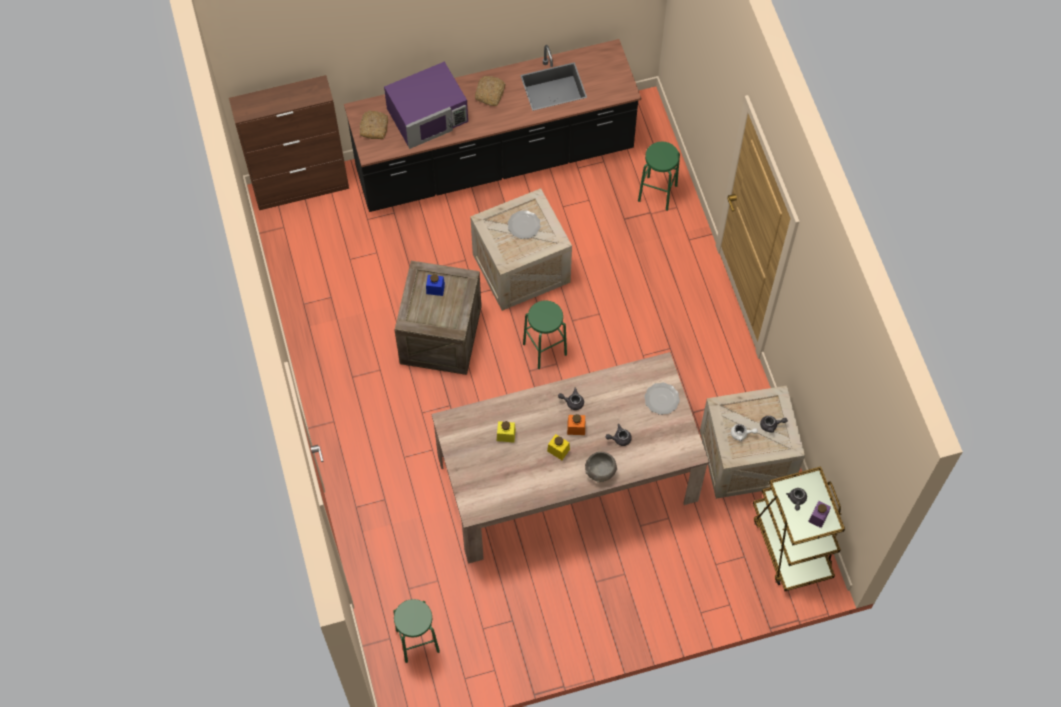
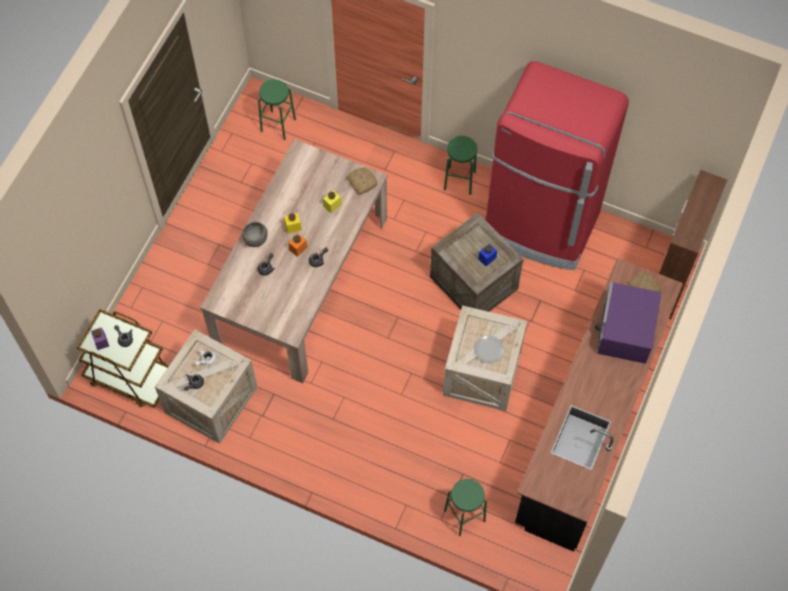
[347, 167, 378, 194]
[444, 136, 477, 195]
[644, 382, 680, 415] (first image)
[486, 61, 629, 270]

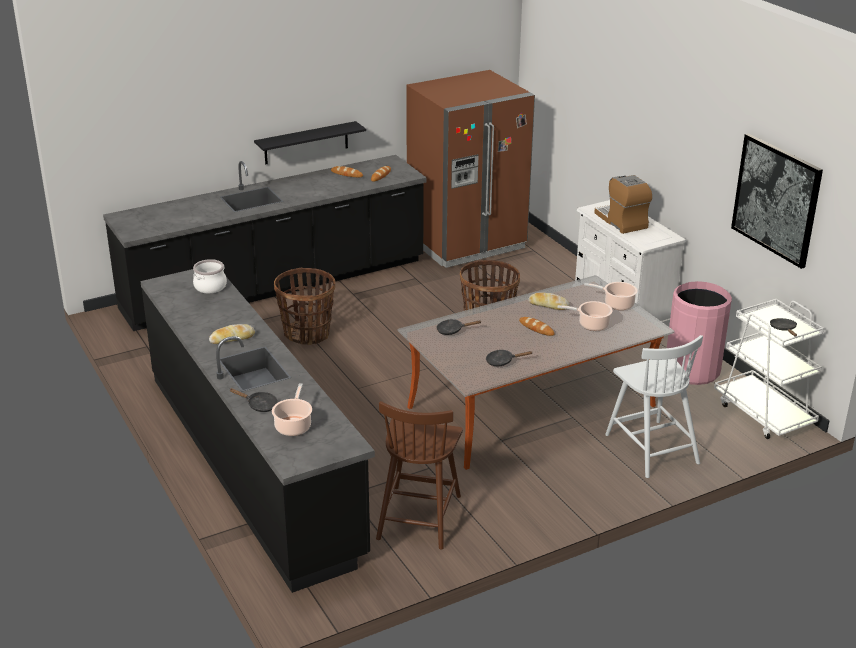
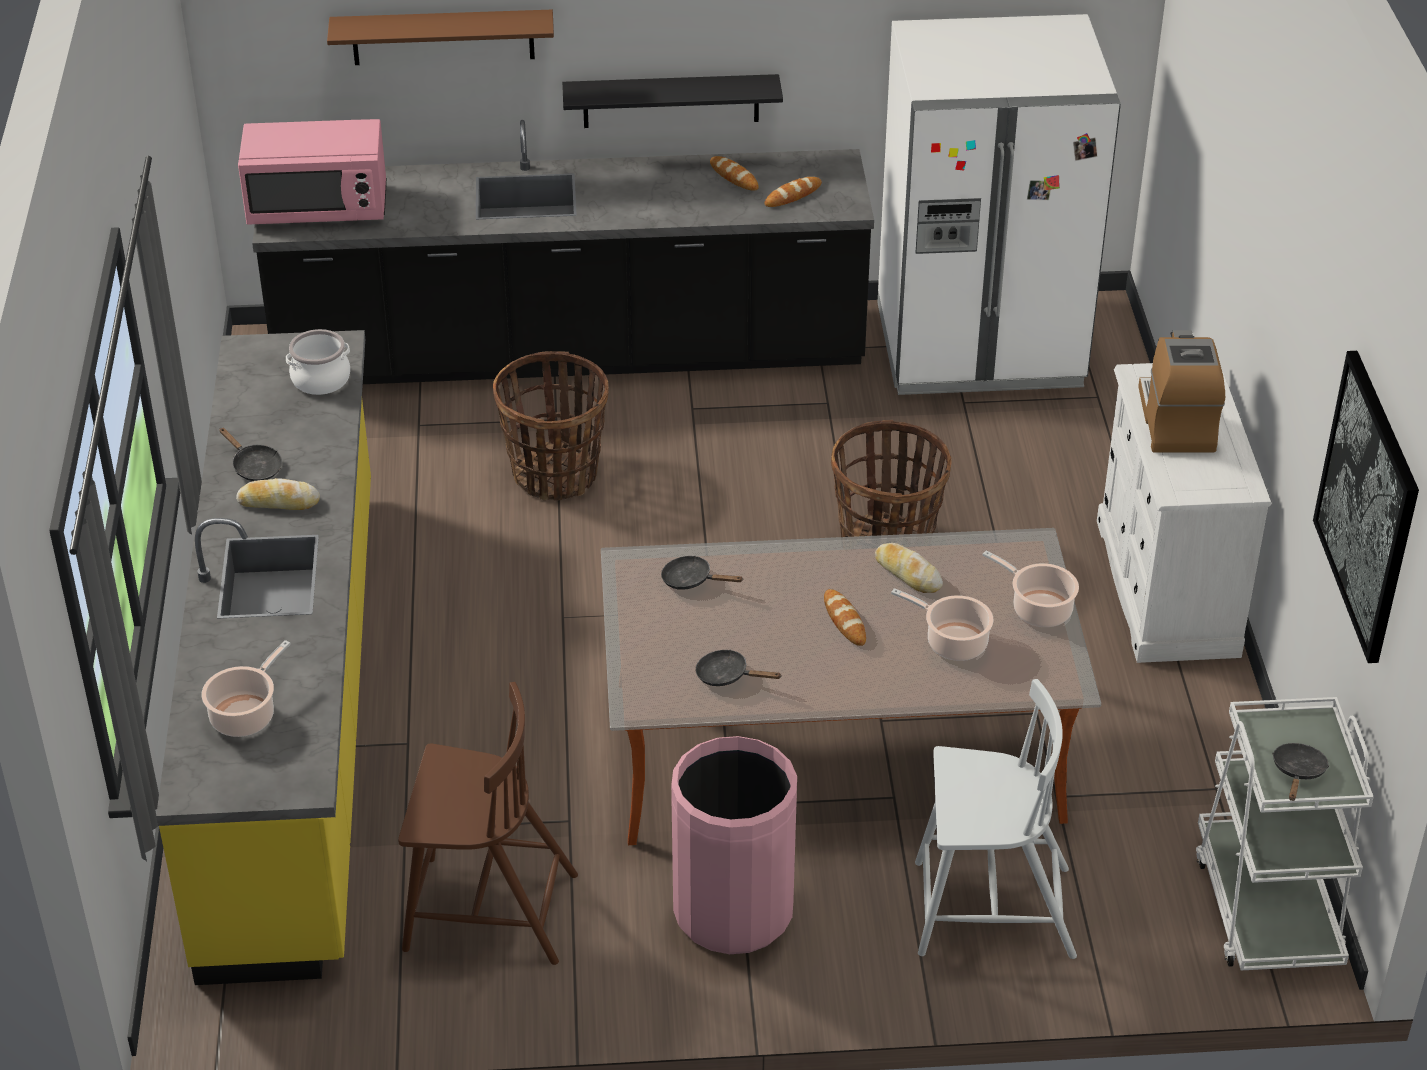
[877, 14, 1121, 395]
[156, 330, 371, 985]
[671, 736, 797, 954]
[915, 679, 1077, 959]
[219, 428, 282, 481]
[398, 682, 578, 965]
[327, 10, 554, 65]
[238, 119, 387, 225]

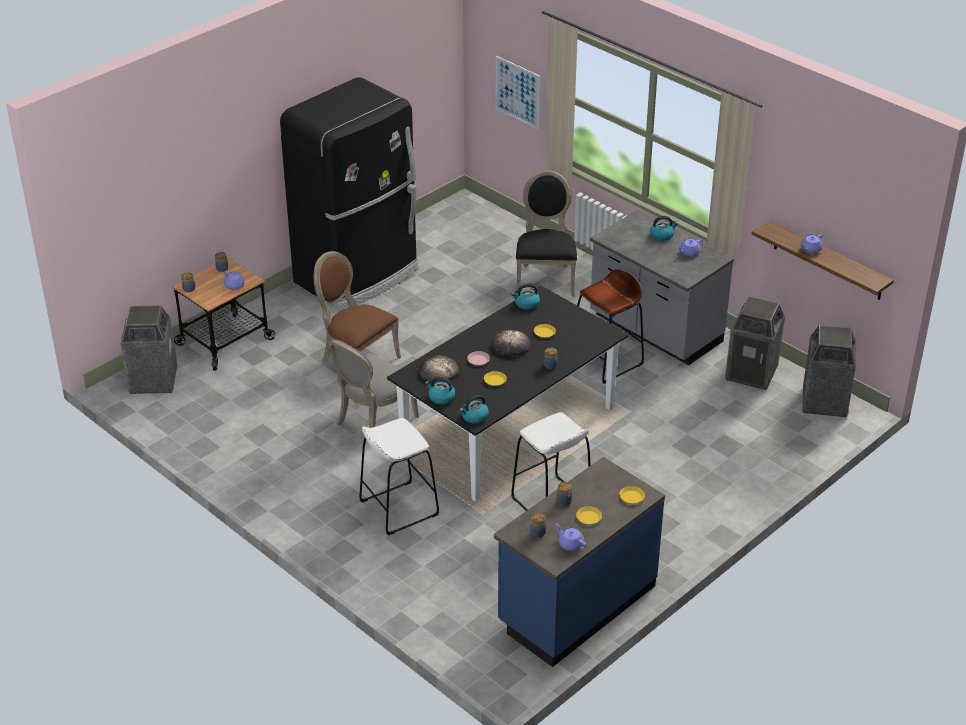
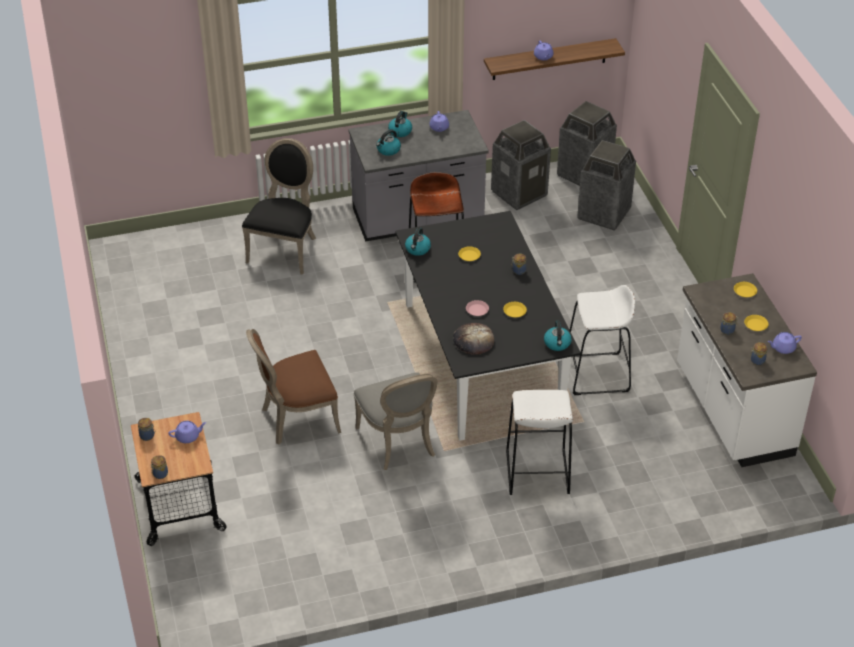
[496, 56, 540, 129] (first image)
[280, 77, 418, 311] (first image)
[242, 138, 316, 275]
[577, 140, 636, 231]
[491, 330, 531, 356] (first image)
[376, 129, 401, 156]
[677, 273, 817, 467]

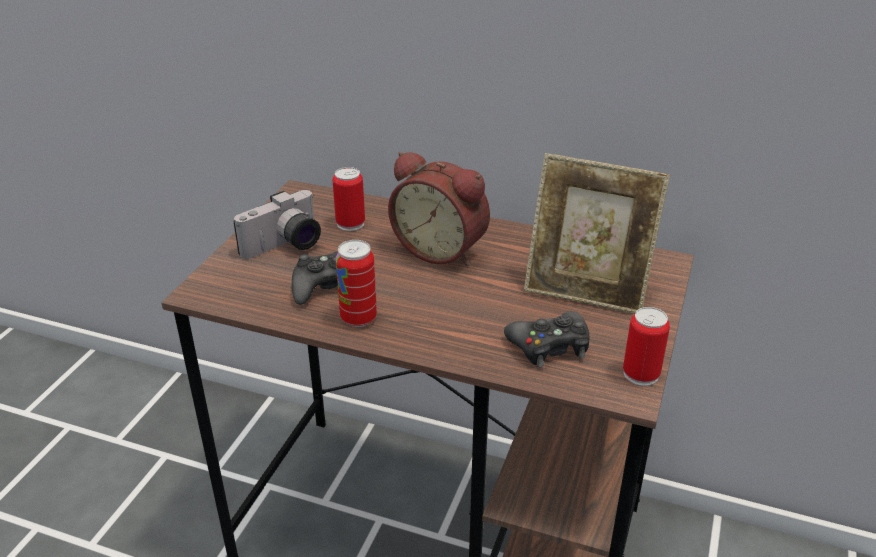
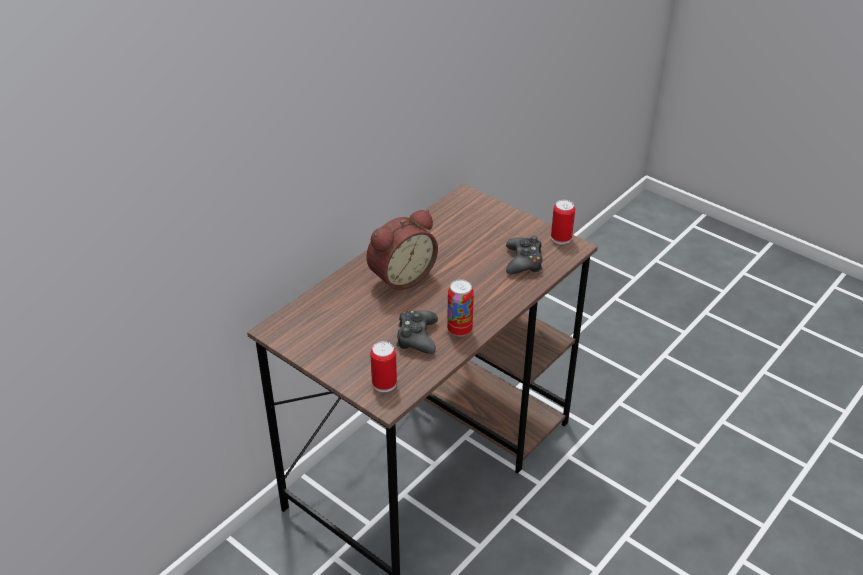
[524, 153, 670, 314] (first image)
[370, 341, 397, 392]
[233, 190, 321, 259] (first image)

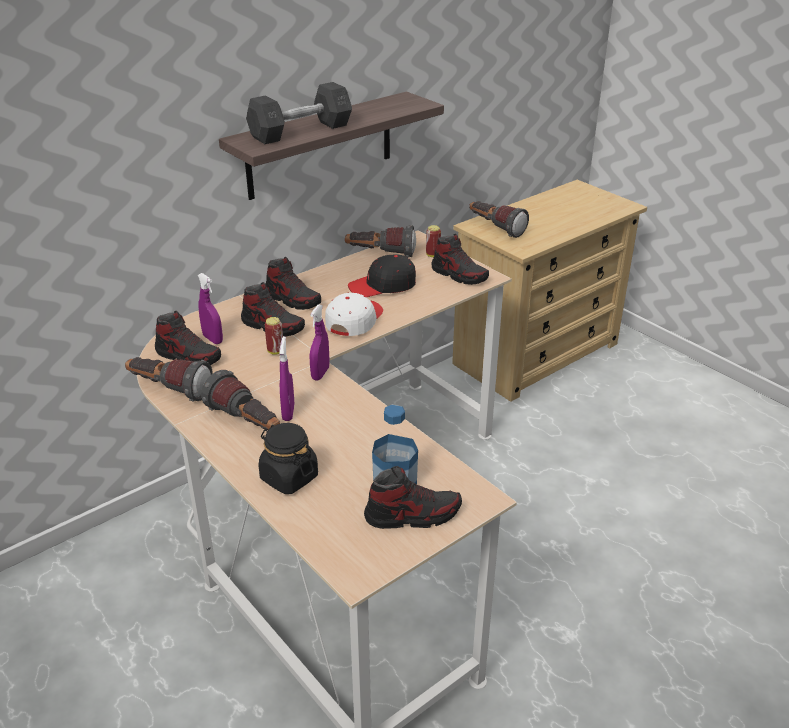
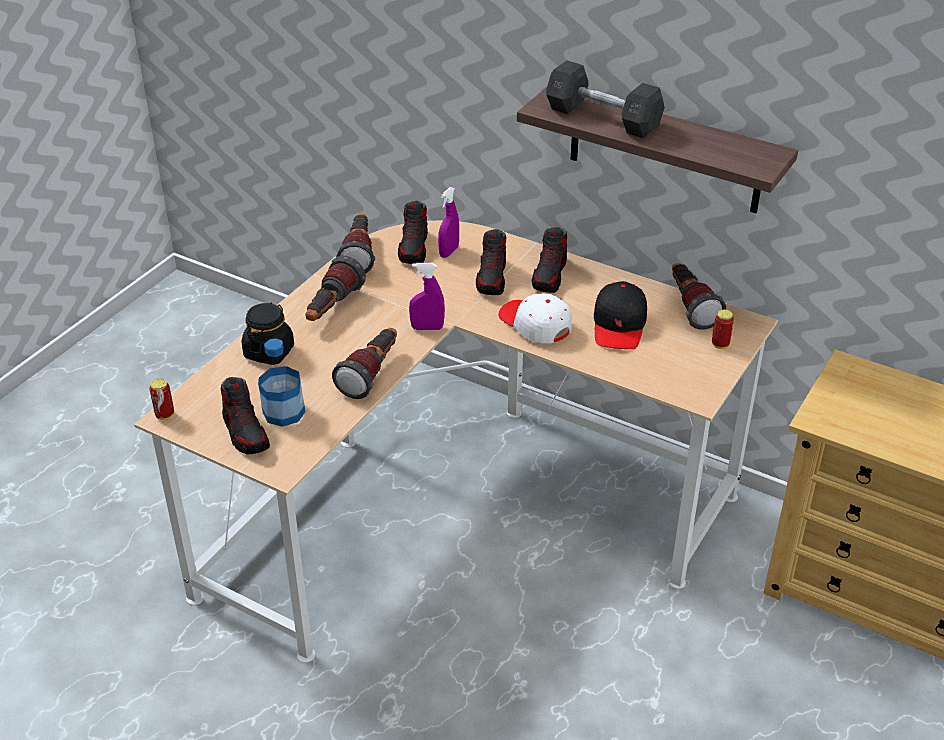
[332, 328, 397, 399]
[432, 234, 489, 285] (first image)
[594, 281, 647, 349]
[498, 293, 572, 343]
[149, 379, 174, 420]
[279, 336, 294, 421] (first image)

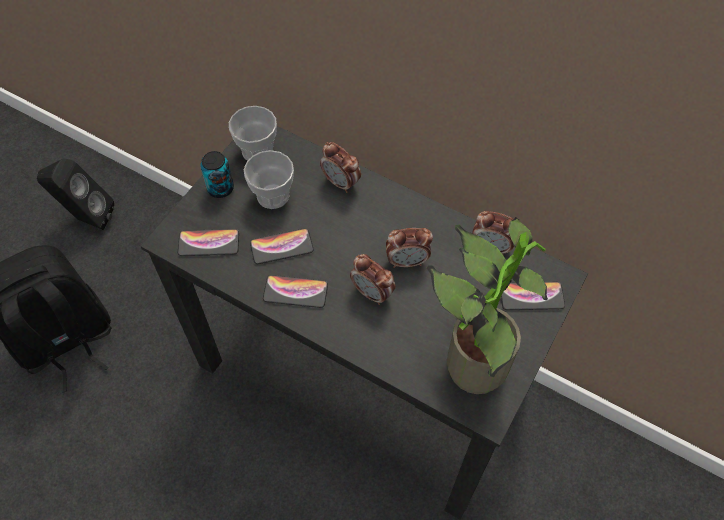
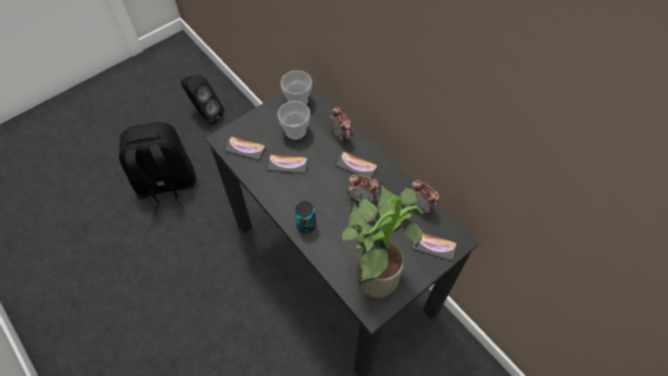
[295, 201, 316, 233]
[350, 254, 396, 305] (first image)
[336, 152, 378, 178]

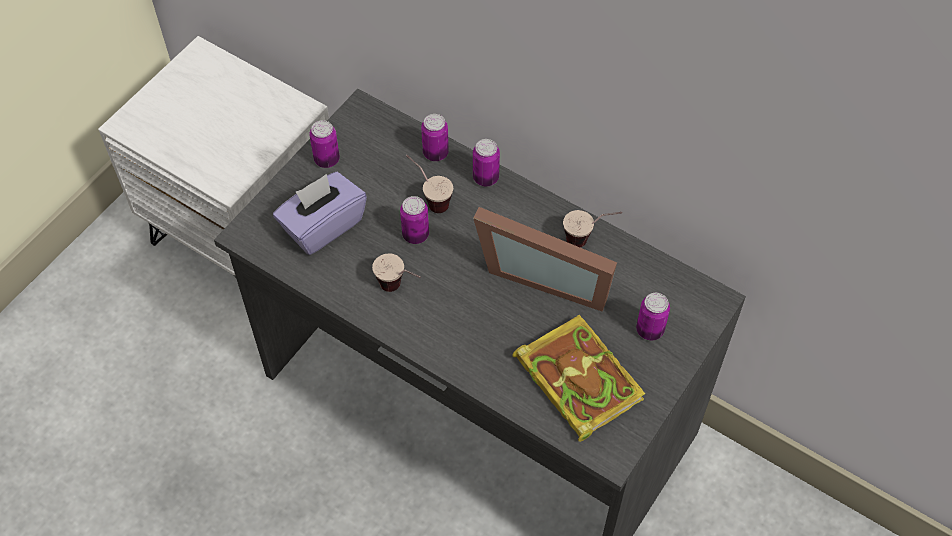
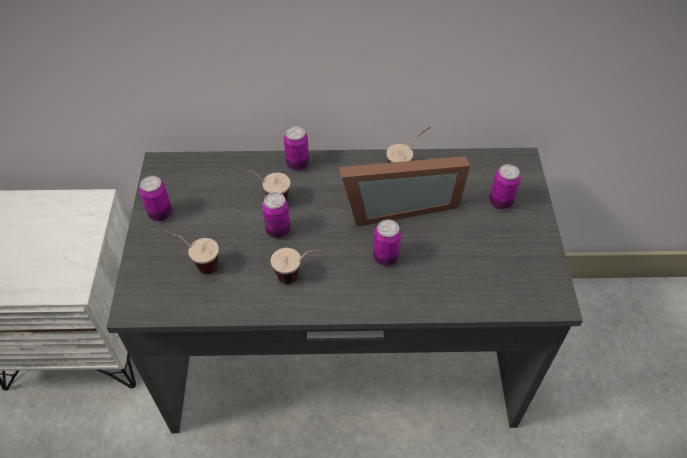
[373, 220, 401, 266]
[162, 229, 219, 274]
[512, 315, 645, 442] (first image)

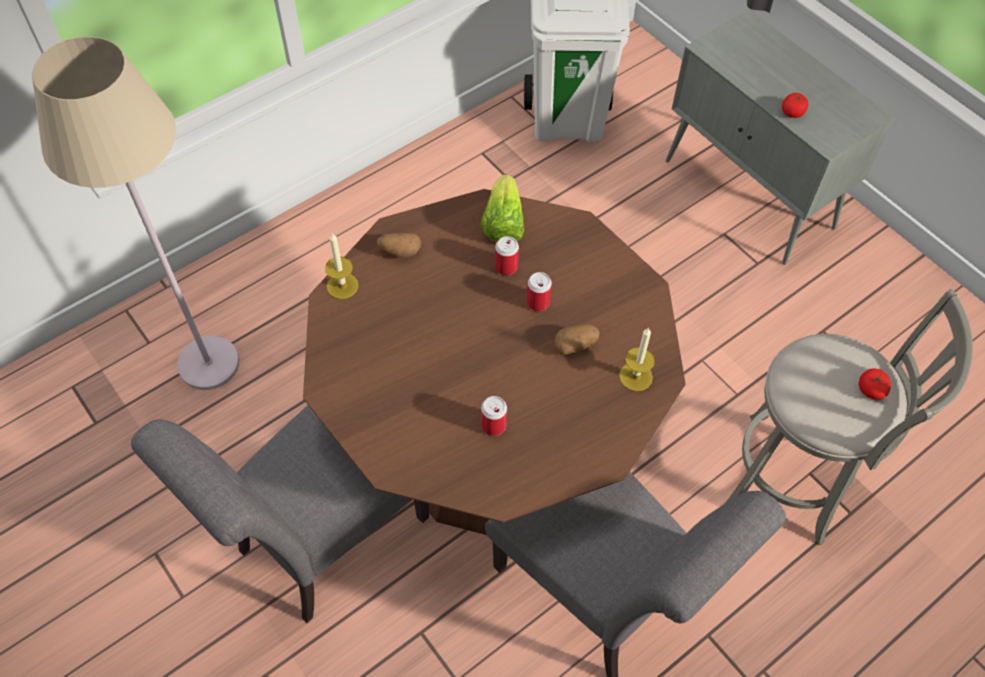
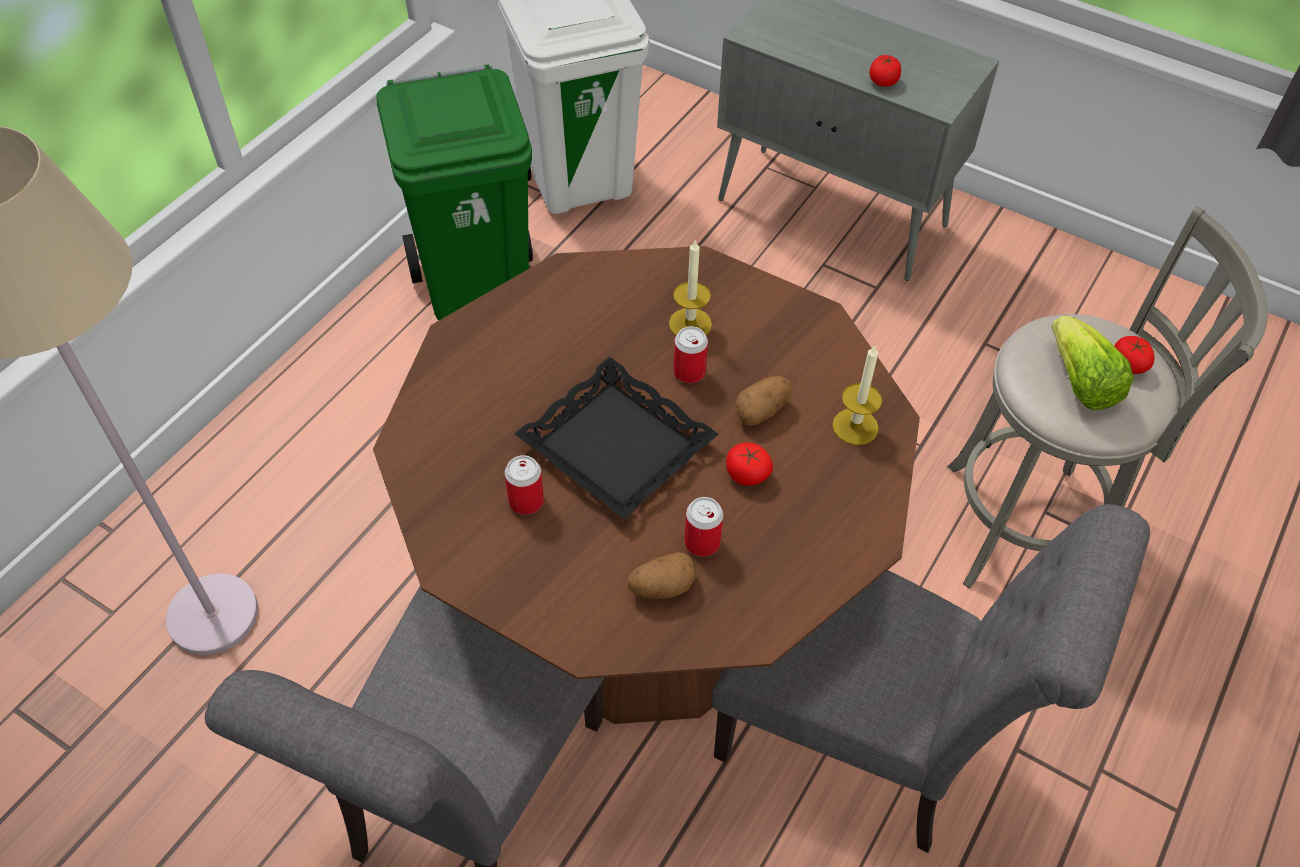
[1052, 315, 1134, 410]
[669, 240, 712, 335]
[628, 552, 696, 599]
[505, 455, 544, 515]
[376, 64, 533, 320]
[514, 357, 718, 519]
[726, 443, 773, 486]

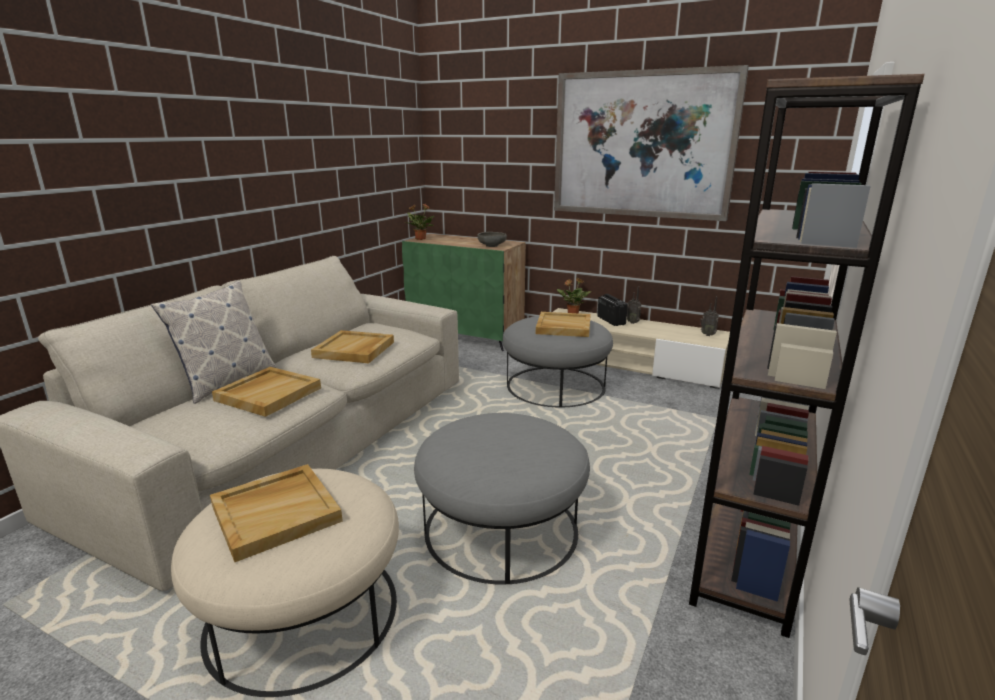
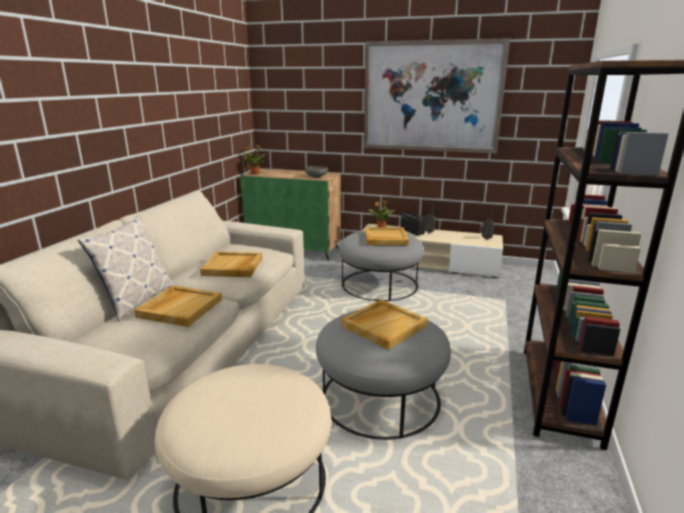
[341, 300, 428, 350]

